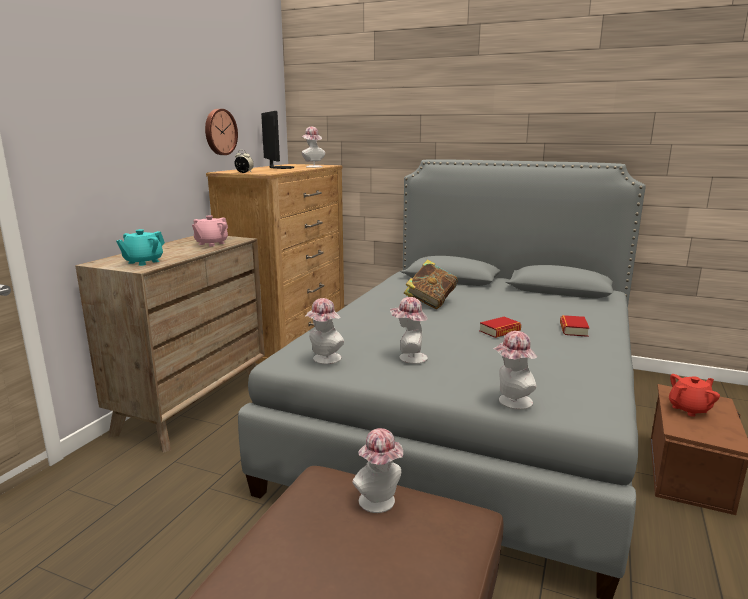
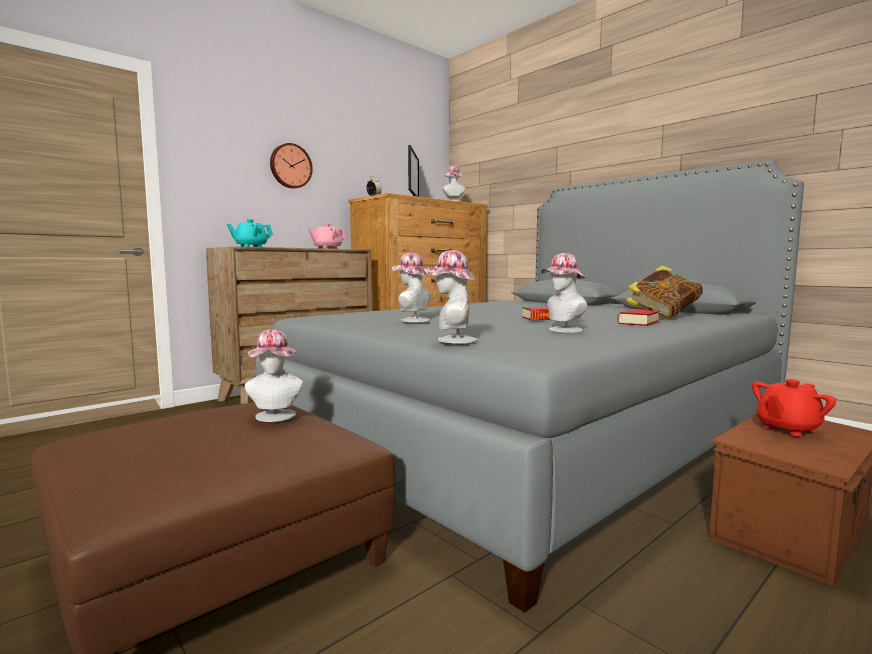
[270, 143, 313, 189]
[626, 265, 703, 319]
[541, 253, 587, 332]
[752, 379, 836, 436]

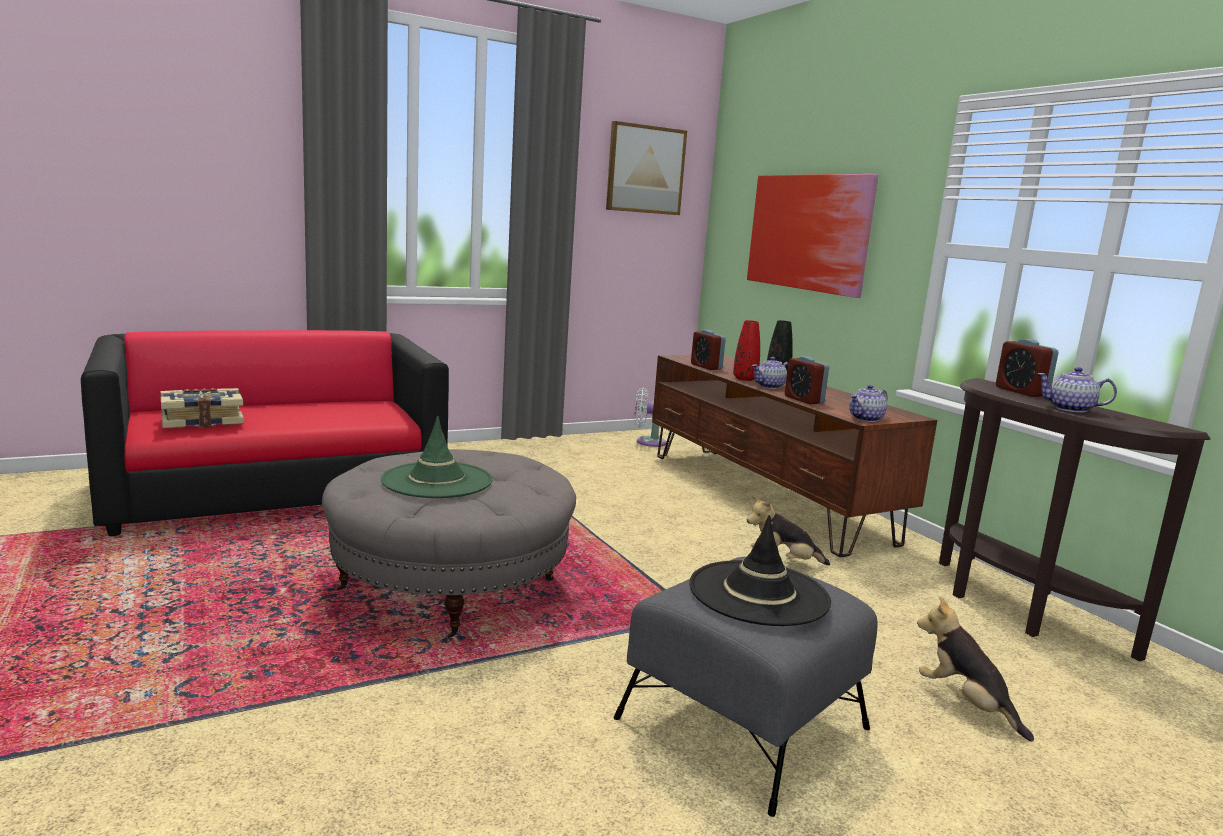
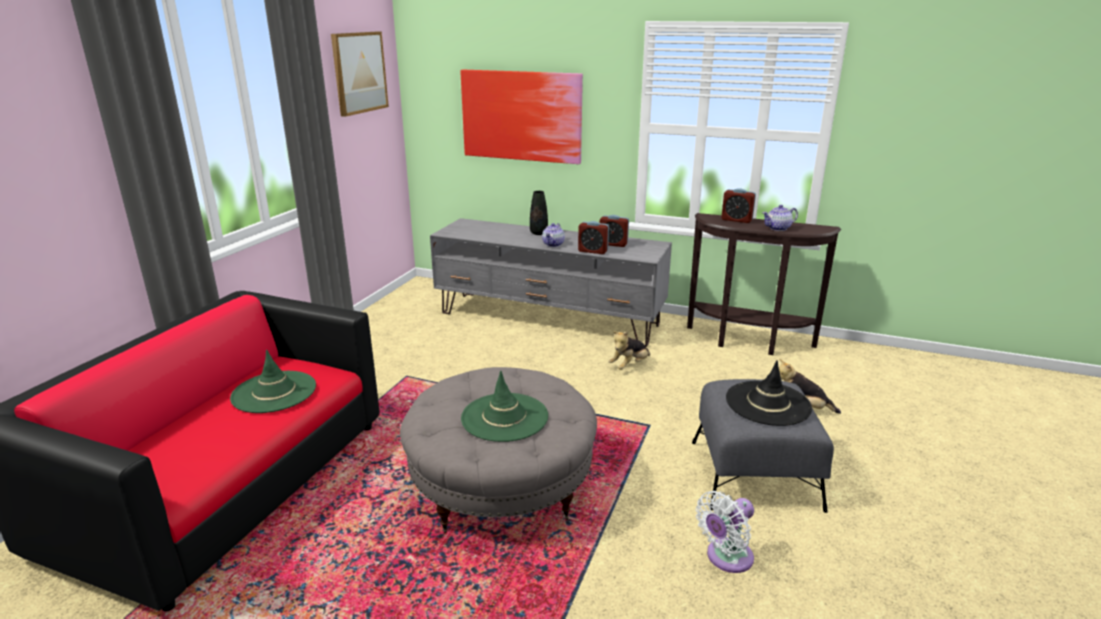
[733, 320, 760, 381] (first image)
[599, 215, 629, 247]
[430, 218, 672, 347]
[849, 385, 888, 422] (first image)
[160, 388, 244, 428] (first image)
[696, 491, 754, 573]
[230, 350, 316, 413]

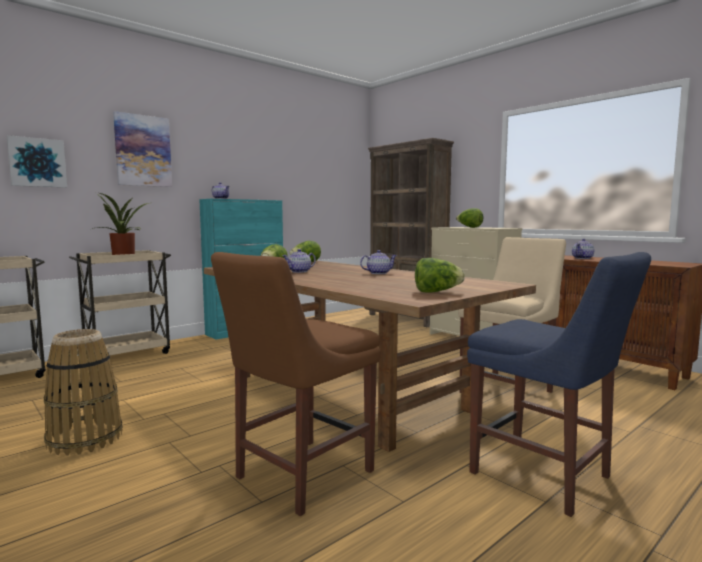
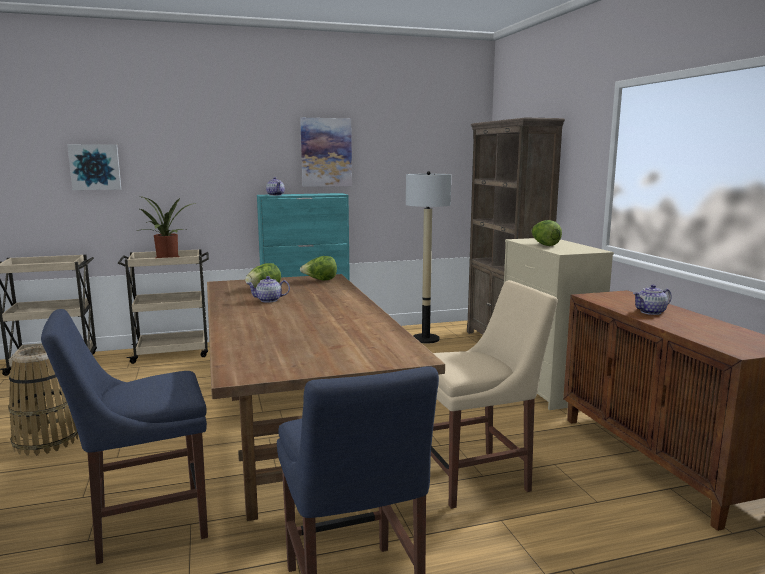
[300, 118, 352, 187]
[360, 250, 397, 274] (first image)
[41, 309, 208, 564]
[415, 258, 465, 293] (first image)
[406, 171, 451, 344]

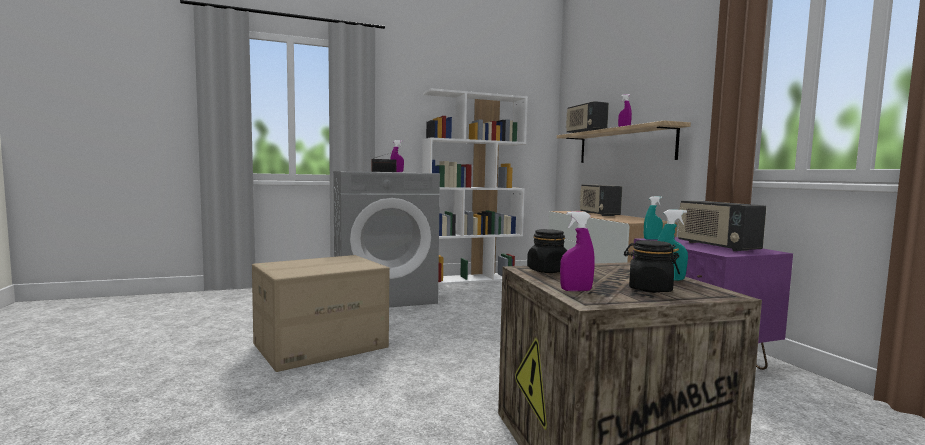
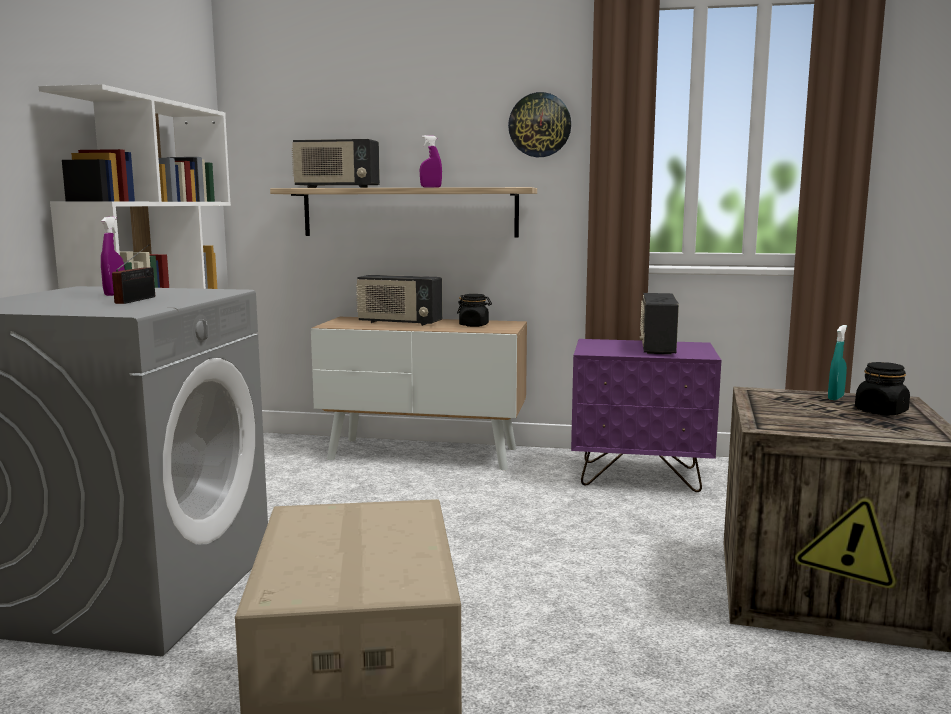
[644, 196, 663, 240] (first image)
[640, 293, 679, 354]
[560, 211, 595, 291] (first image)
[457, 294, 492, 327]
[508, 92, 571, 157]

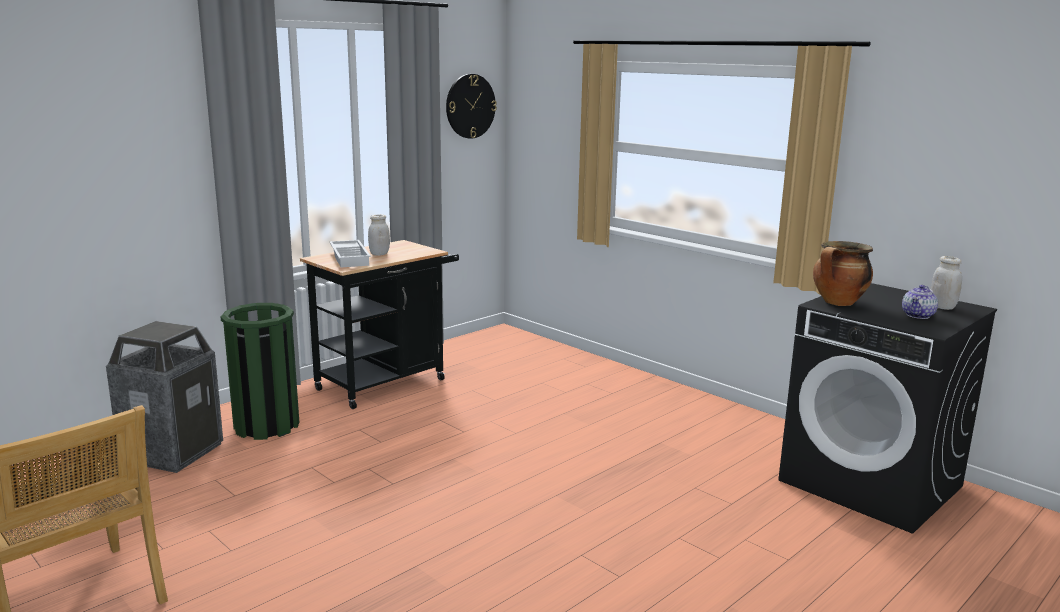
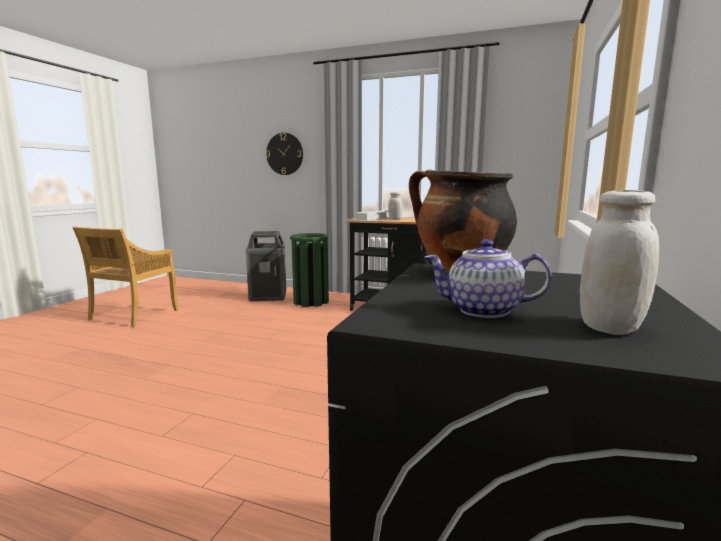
[266, 133, 303, 175]

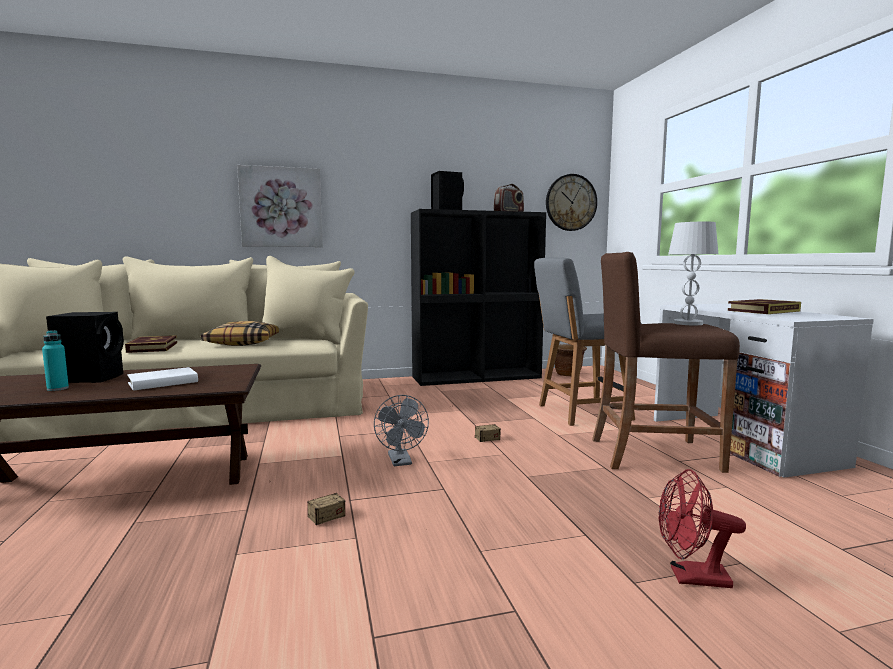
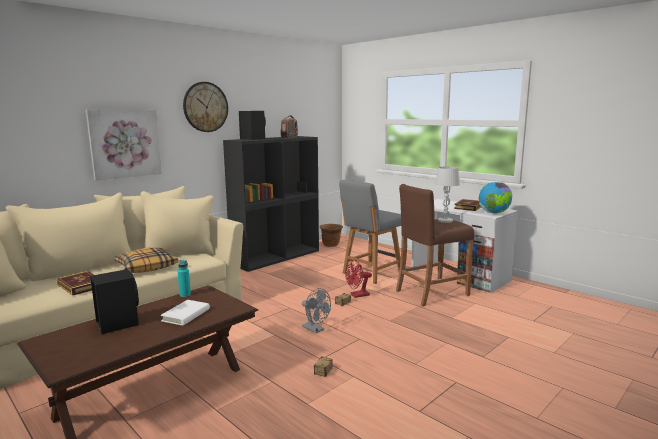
[183, 82, 228, 132]
[178, 260, 191, 297]
[346, 260, 372, 298]
[479, 182, 512, 214]

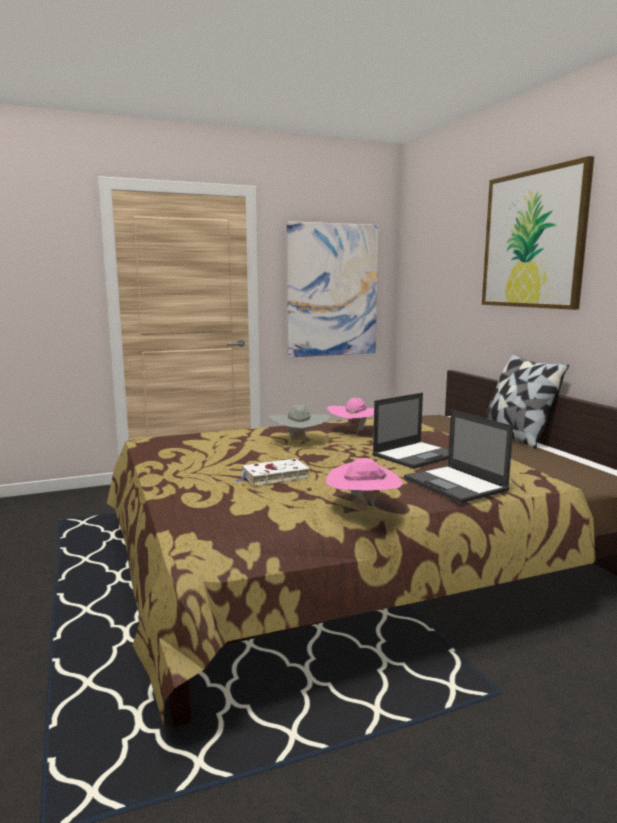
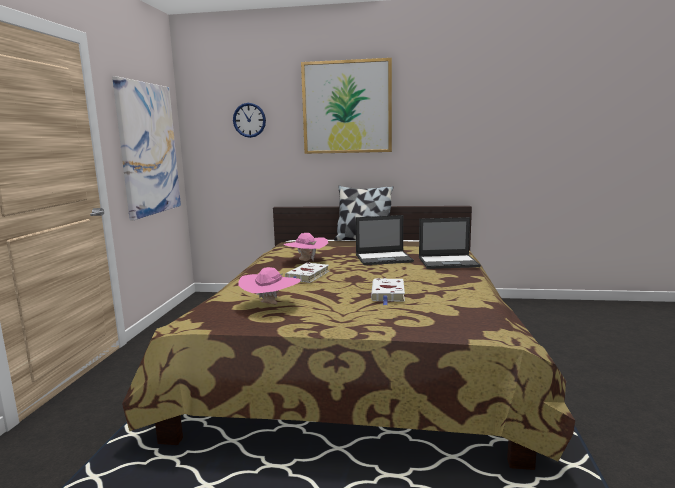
[356, 215, 414, 265]
[285, 263, 329, 283]
[238, 267, 300, 305]
[233, 103, 266, 138]

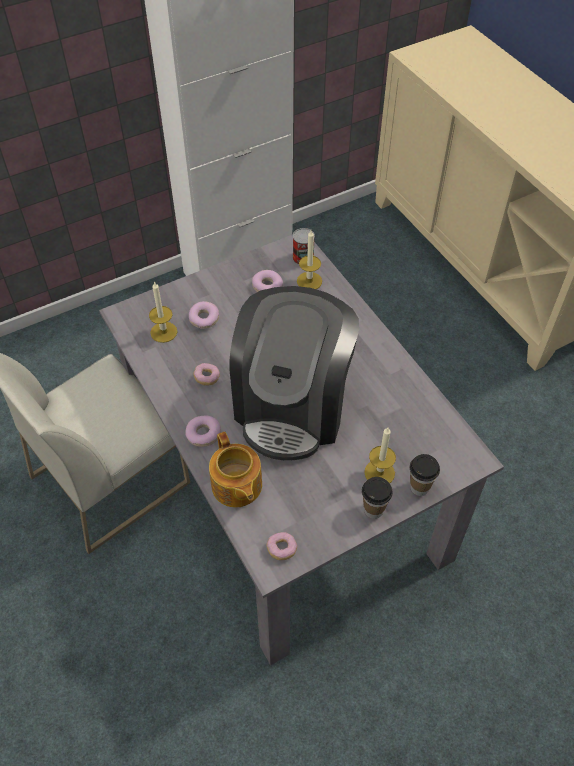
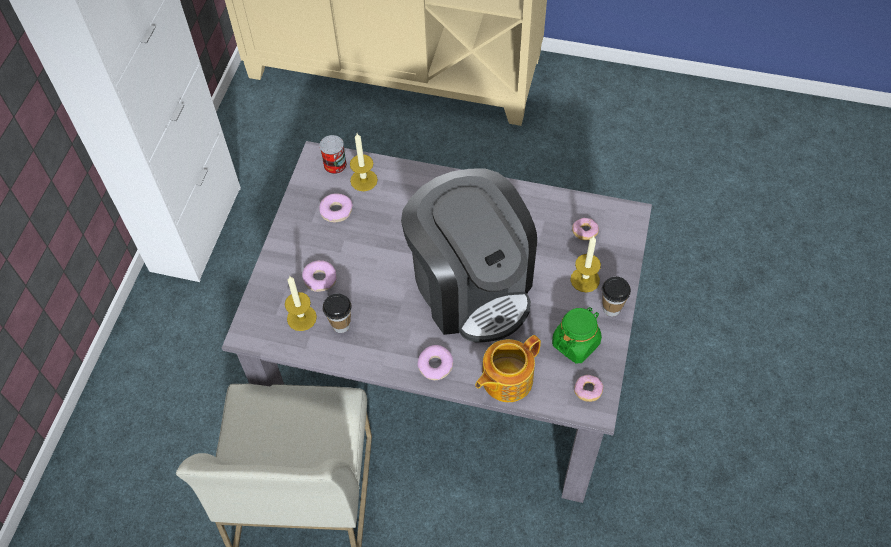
[572, 218, 599, 240]
[475, 335, 541, 402]
[323, 293, 352, 333]
[552, 307, 602, 363]

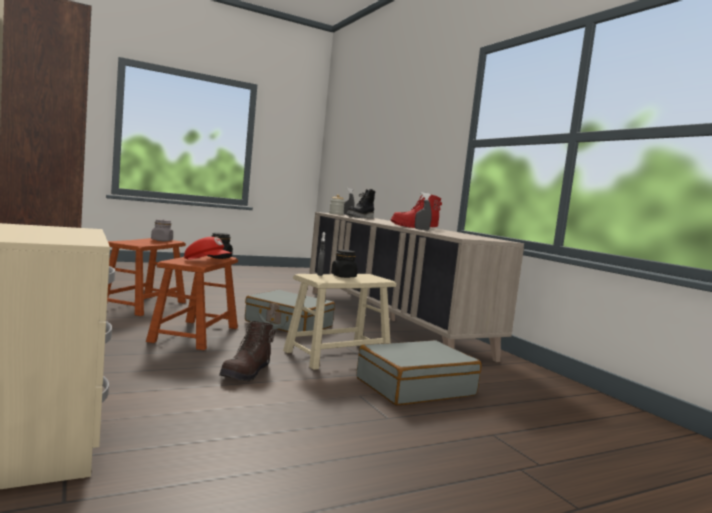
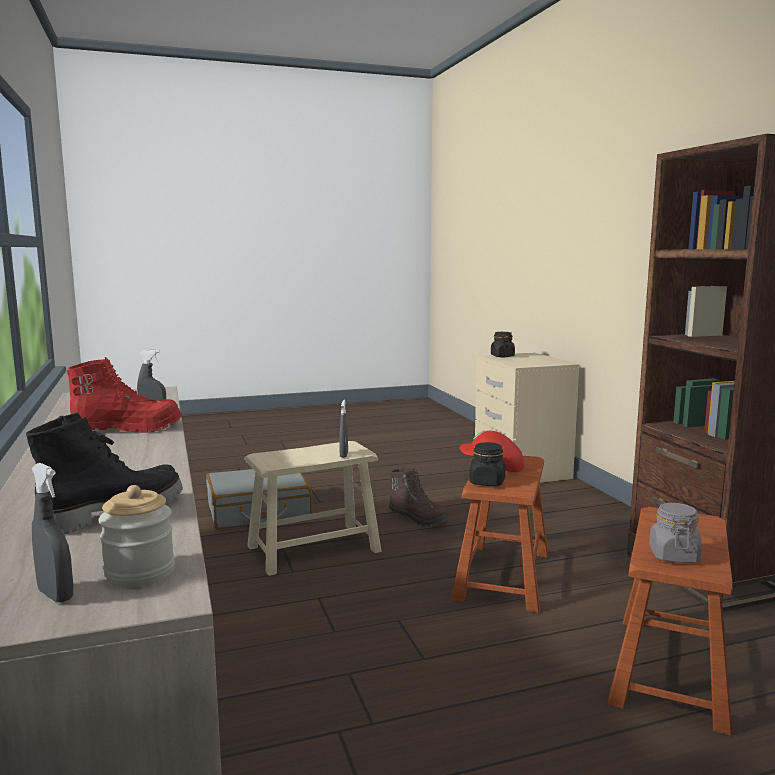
[491, 332, 515, 357]
[245, 290, 335, 332] (first image)
[389, 468, 448, 527]

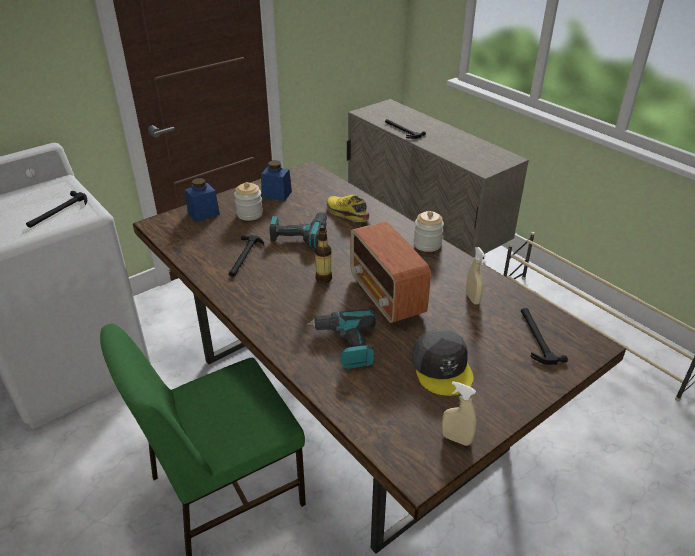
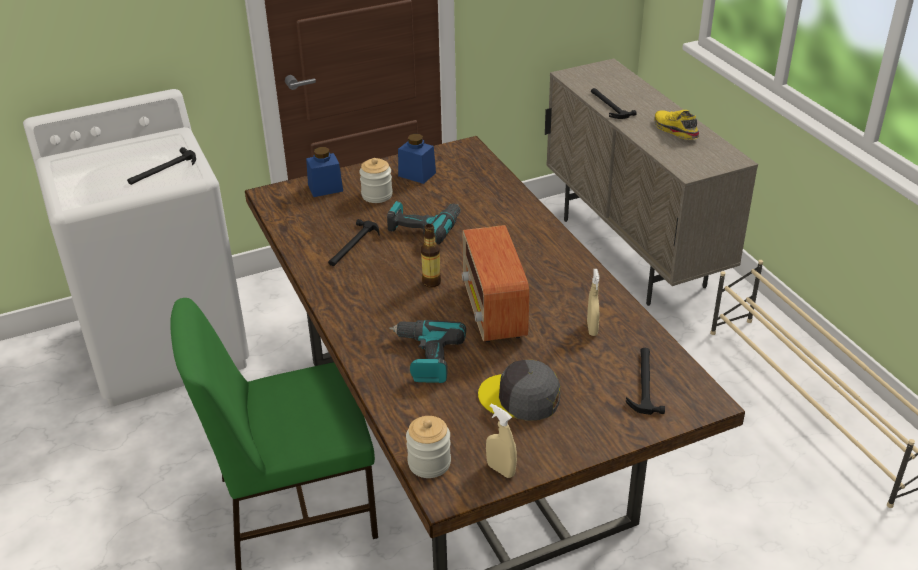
[654, 110, 699, 140]
[406, 416, 451, 478]
[478, 360, 560, 421]

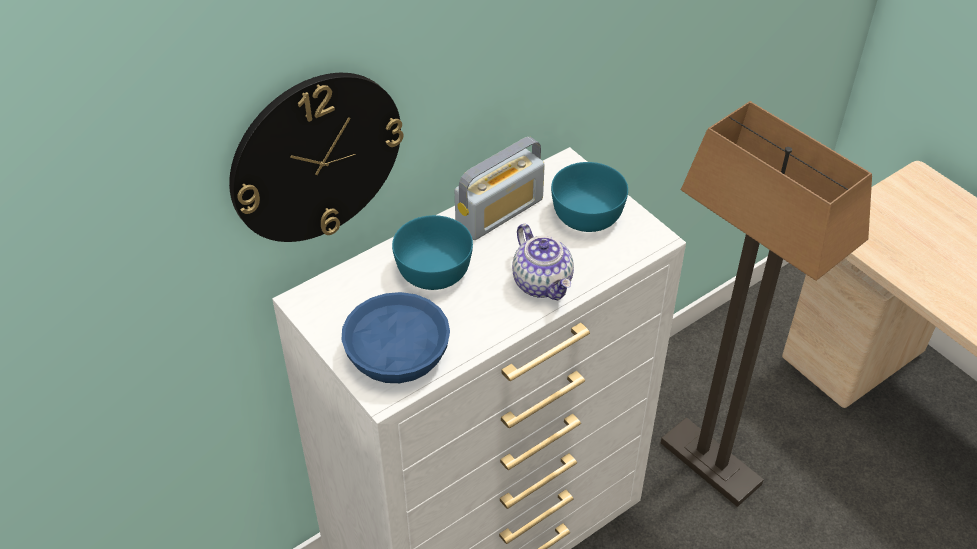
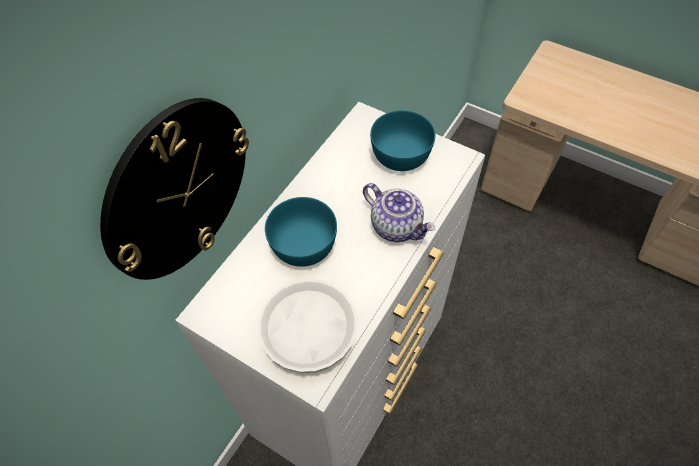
[661, 101, 872, 507] (first image)
[455, 137, 545, 240] (first image)
[258, 279, 358, 373]

